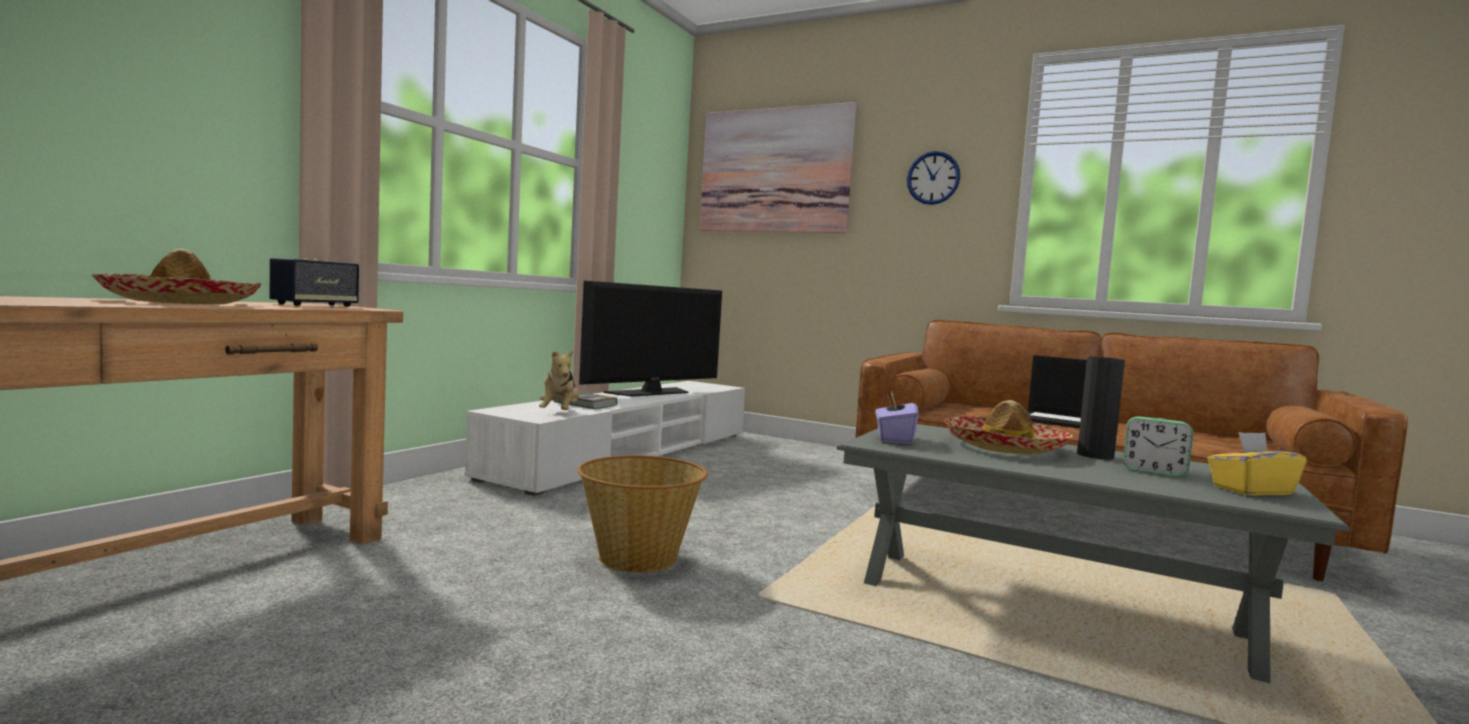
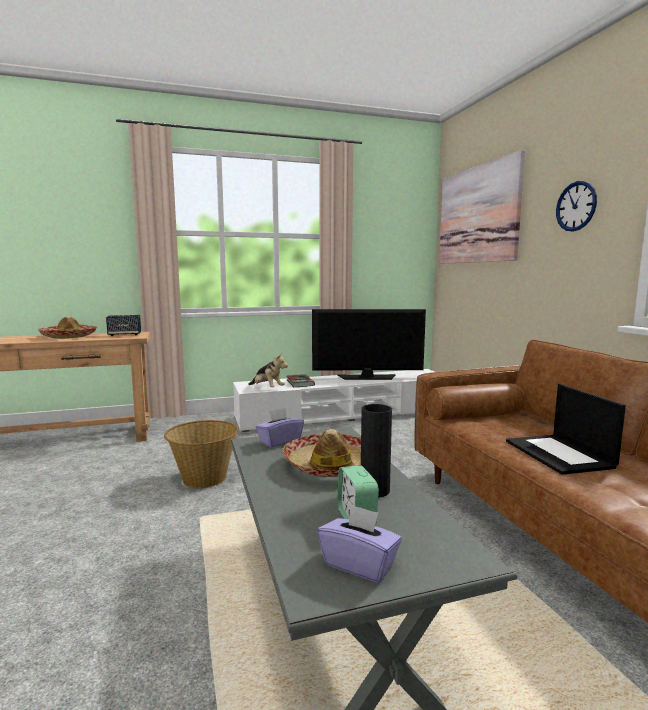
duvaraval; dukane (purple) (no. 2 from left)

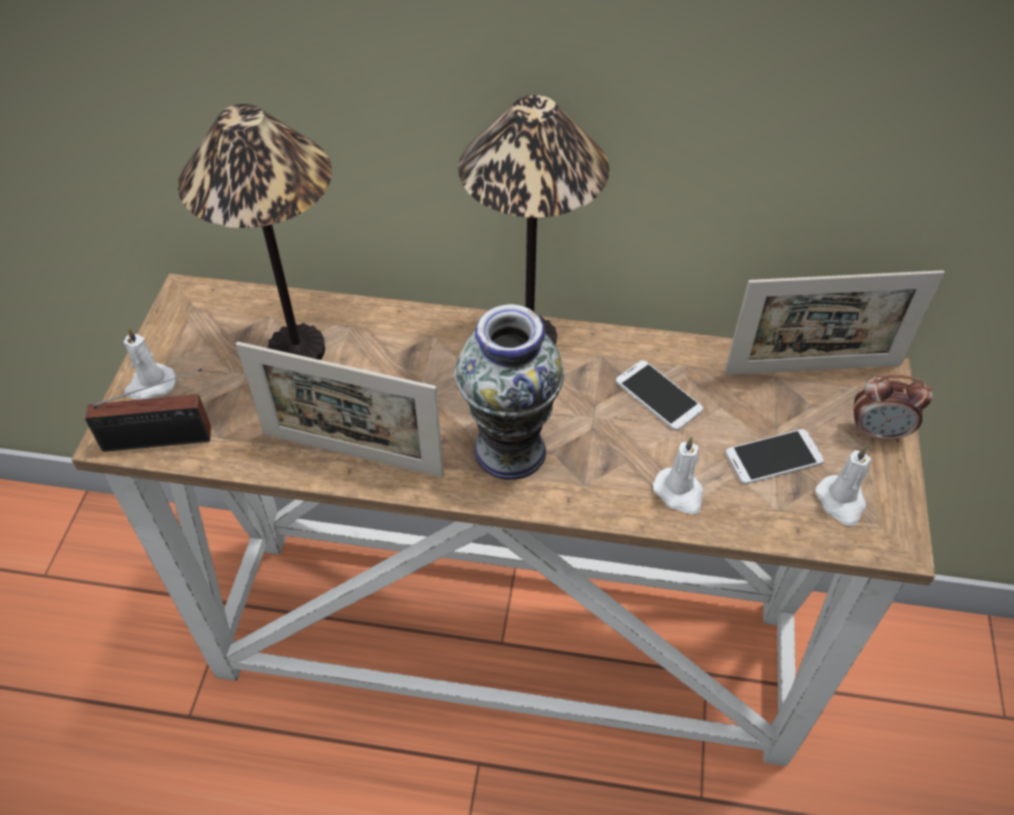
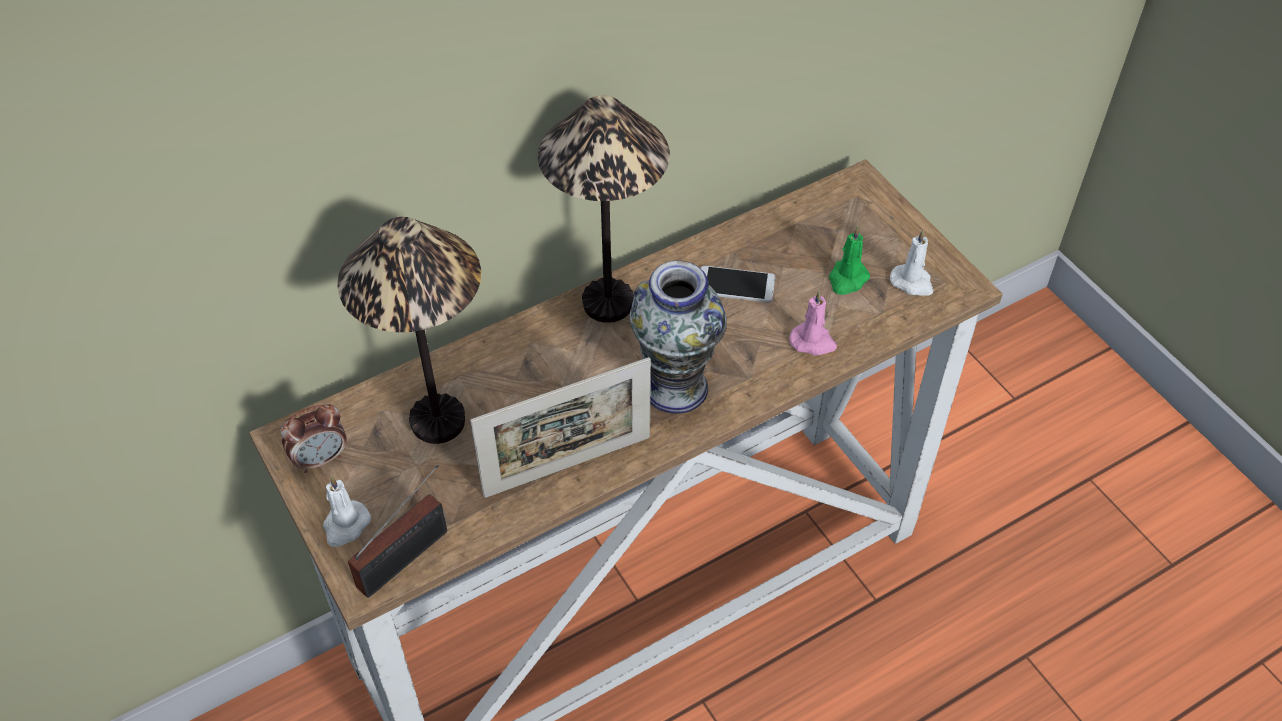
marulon (no. 2 from left in the first image); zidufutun; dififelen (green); dififelen (pink)

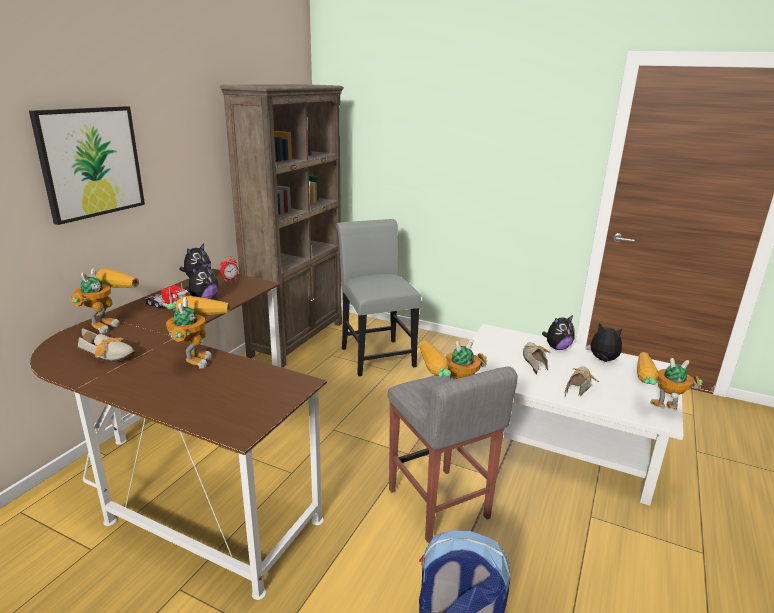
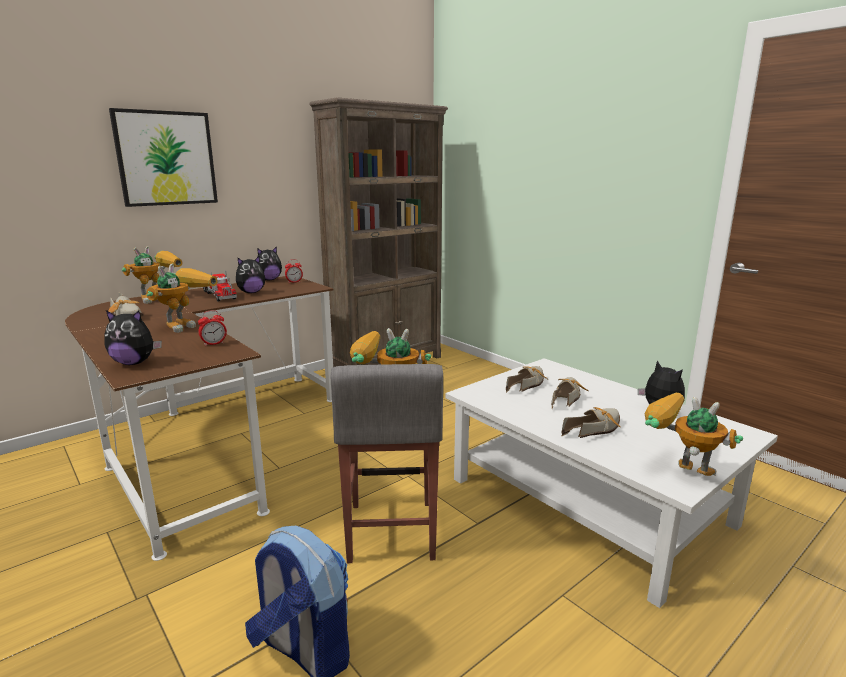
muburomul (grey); duvaraval (no. 1 from left); zidufutun (no. 1 from left); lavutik (no. 2 from left)

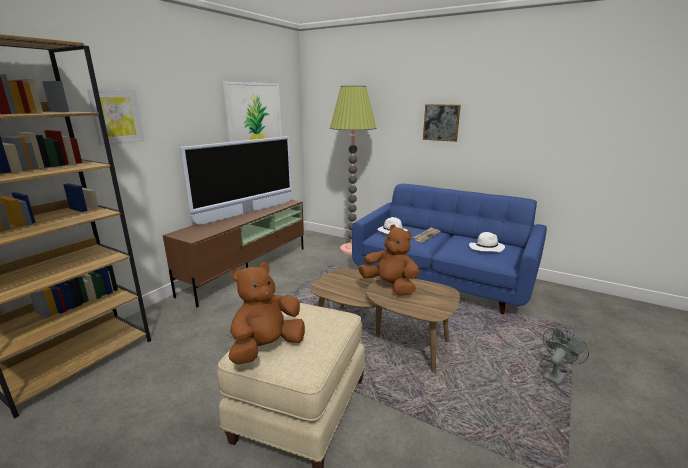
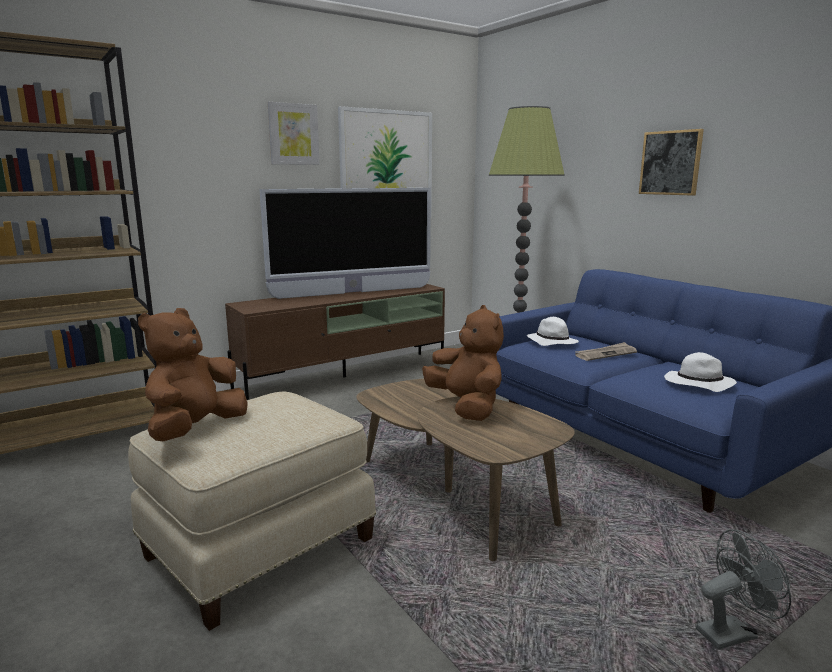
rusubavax (no. 1 from left); duvaraval (brown) (no. 1 from left)

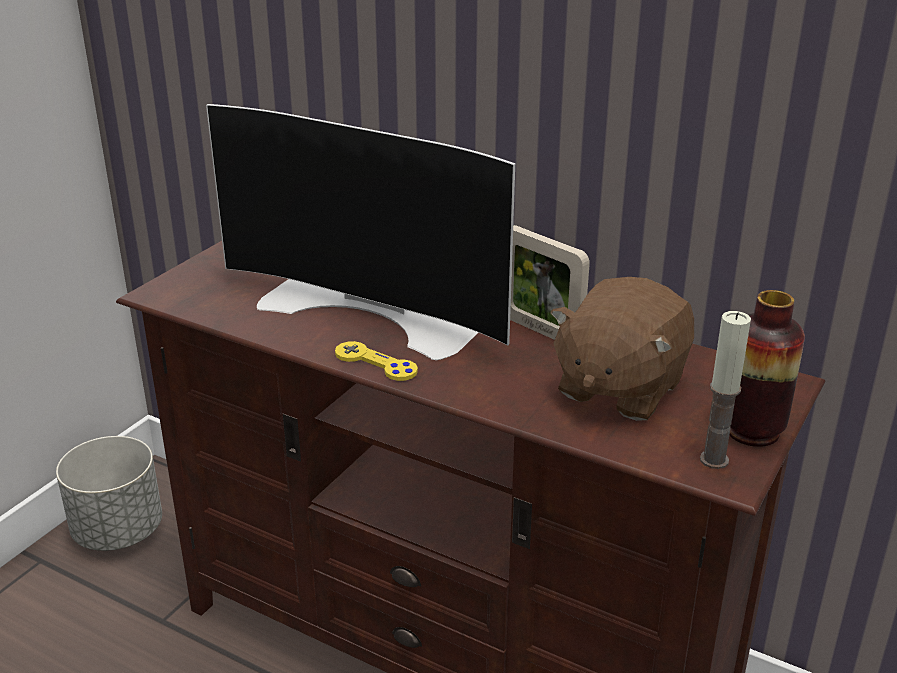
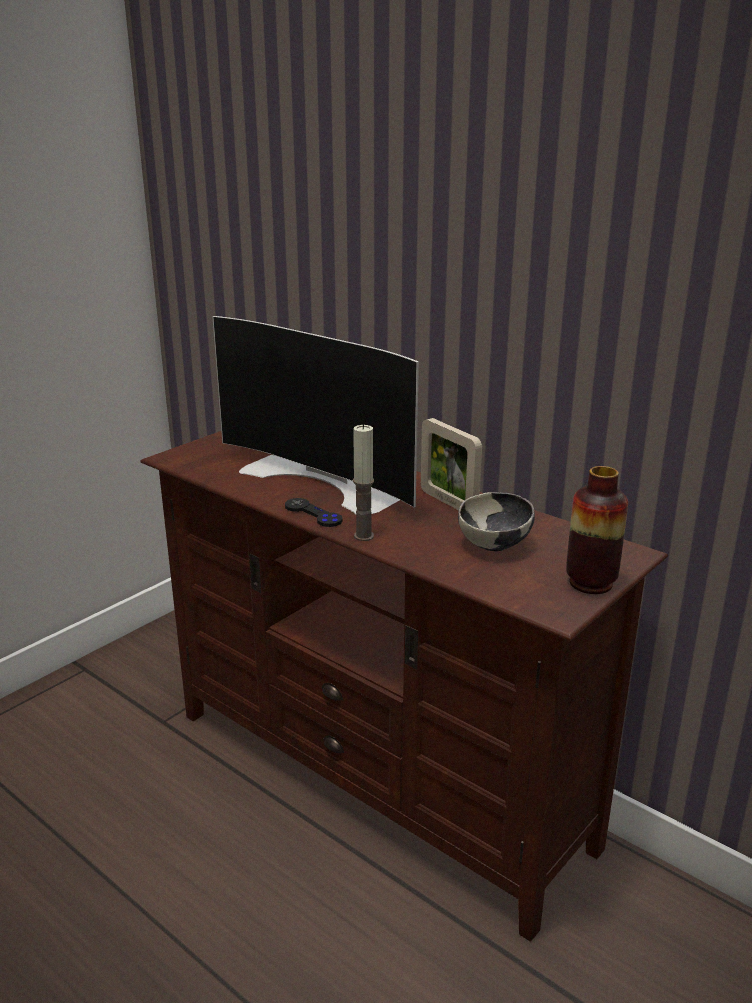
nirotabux; dififelen; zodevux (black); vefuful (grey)

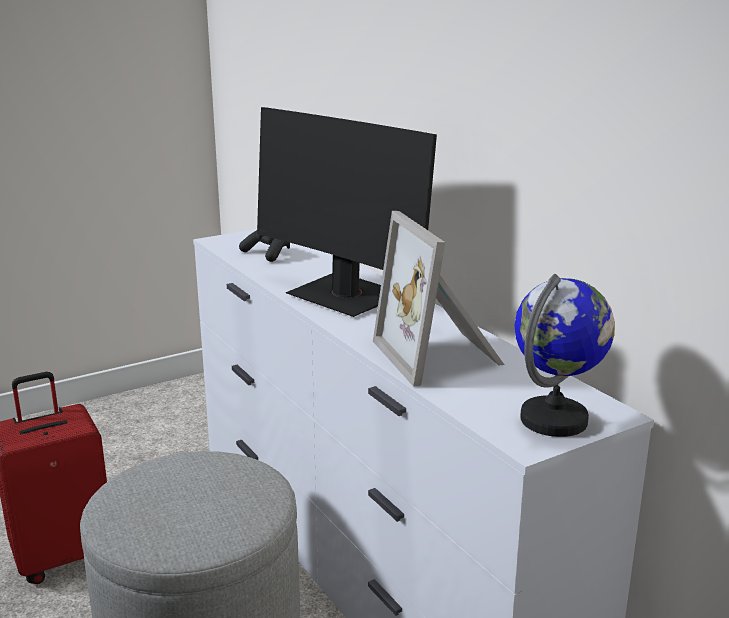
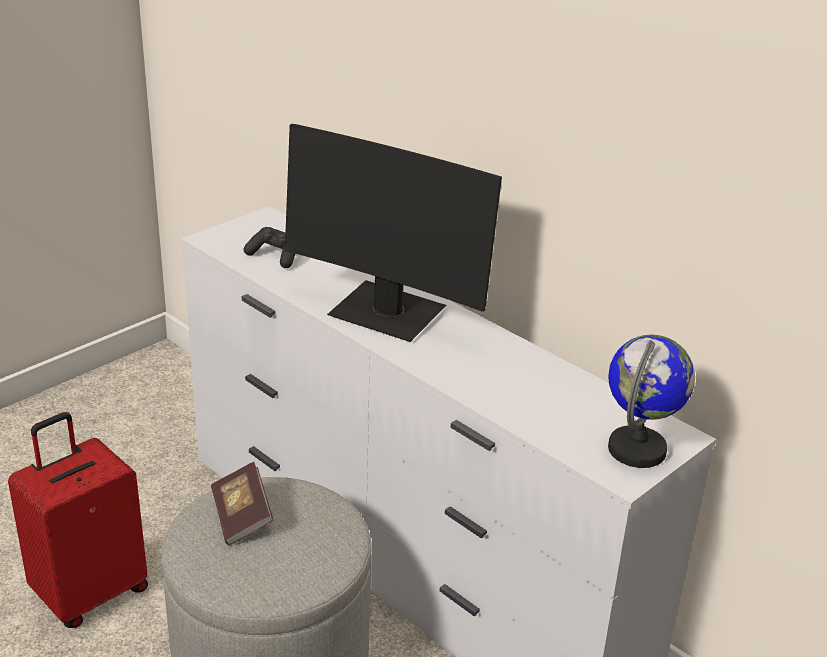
marulon; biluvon

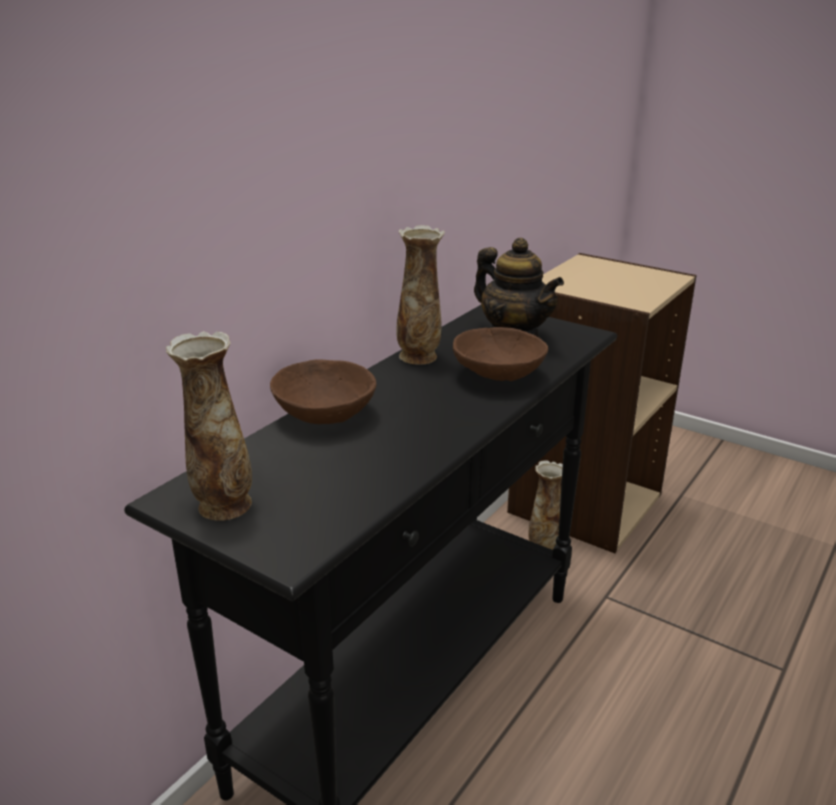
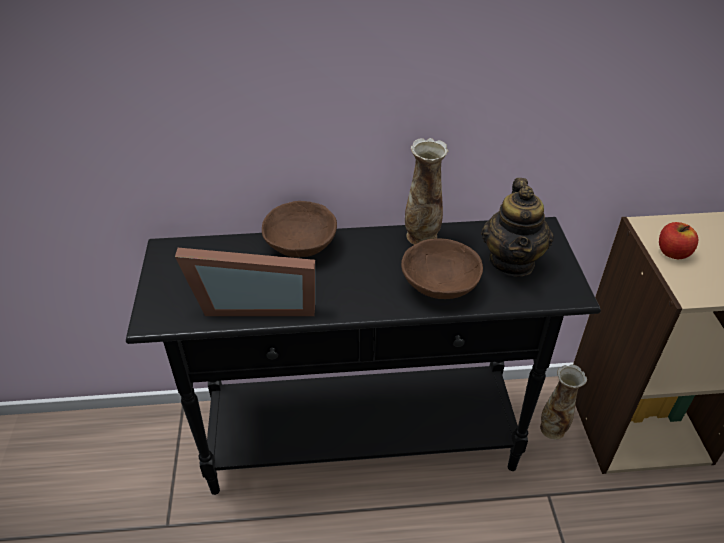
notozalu (no. 1 from left in the first image); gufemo; marulon

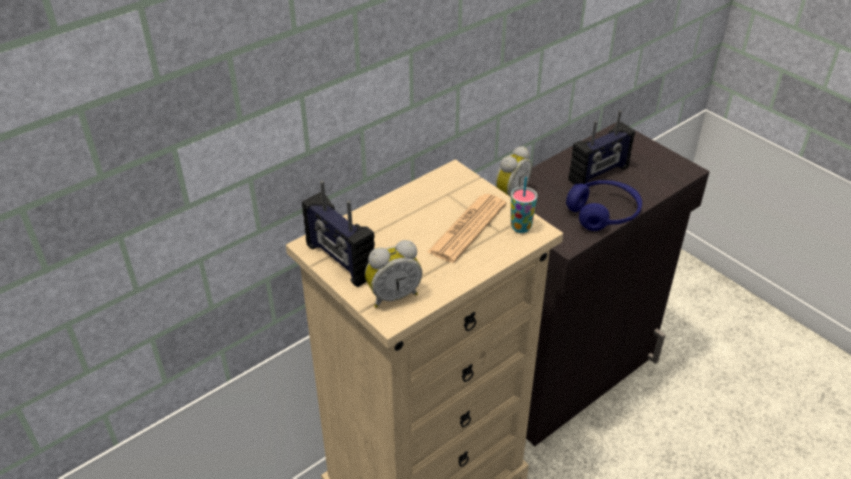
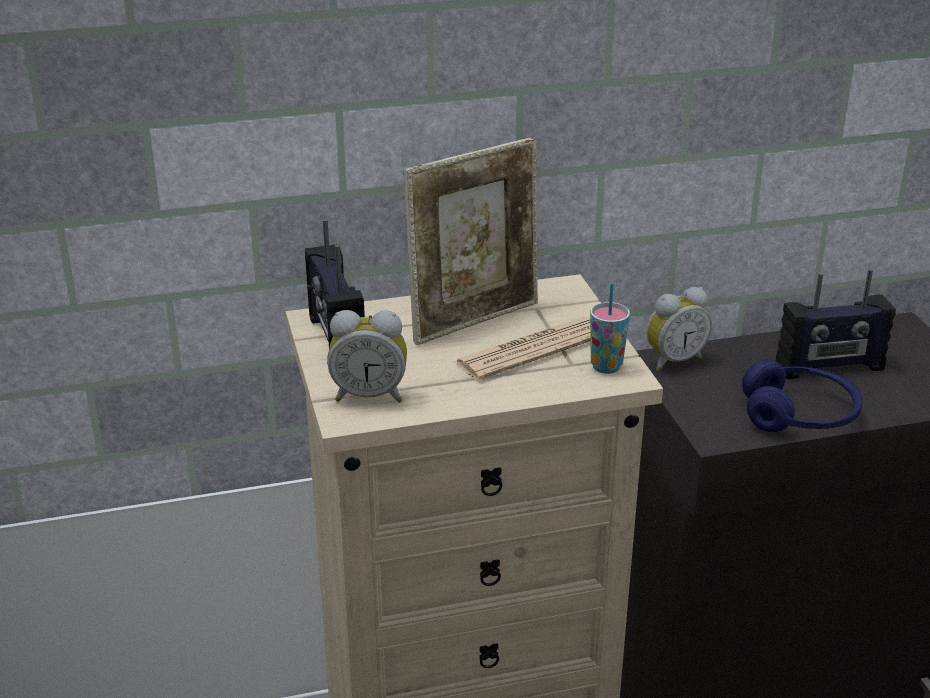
marulon

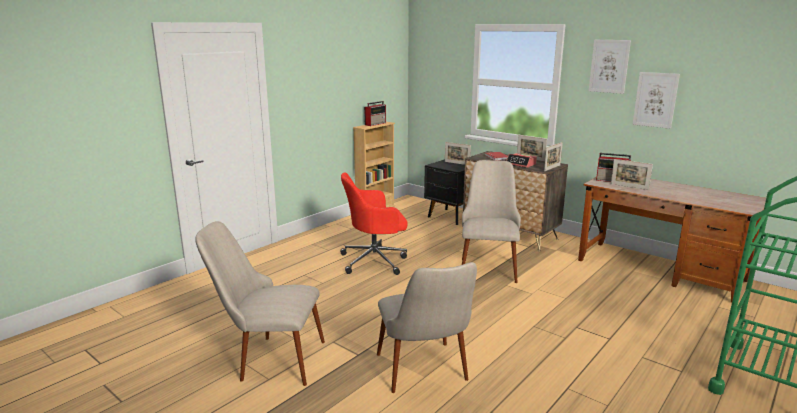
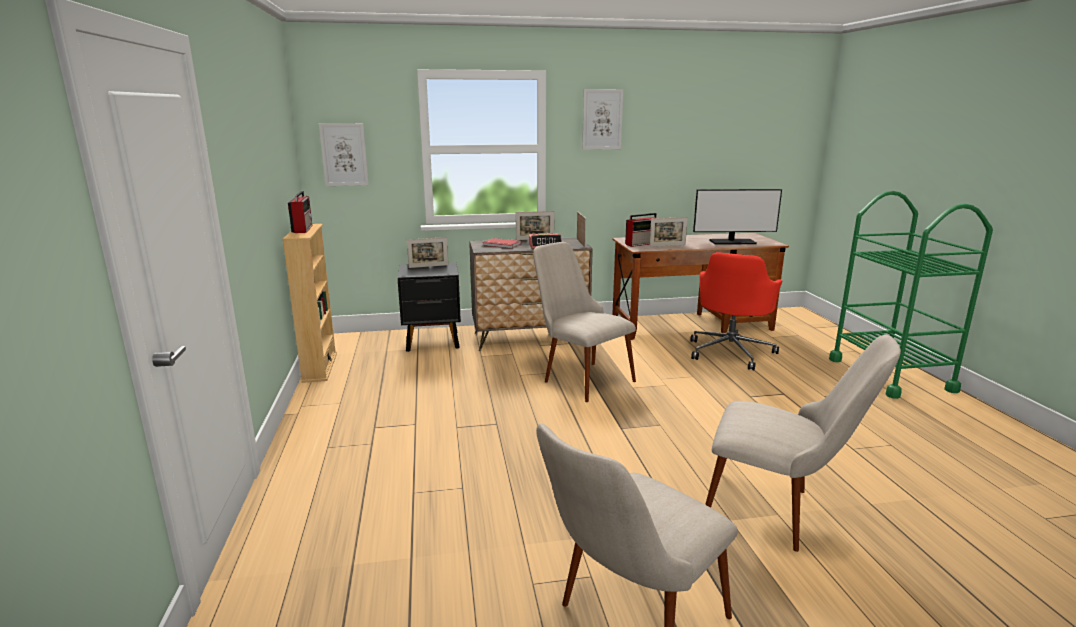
rusubavax (no. 1 from left); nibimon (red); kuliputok

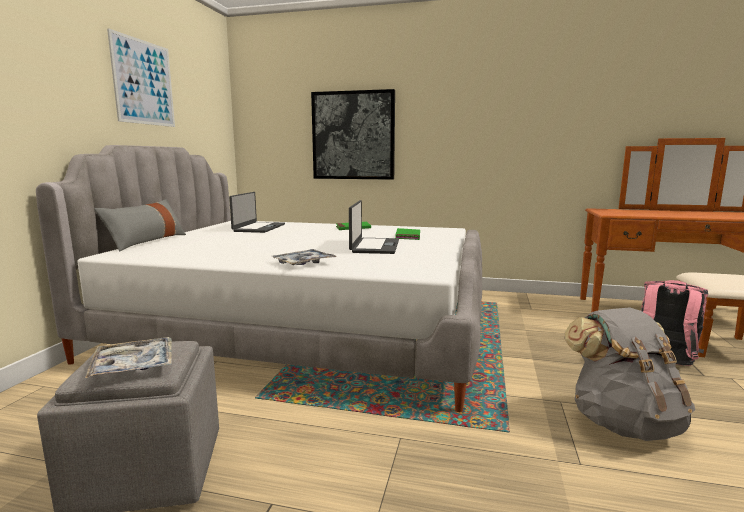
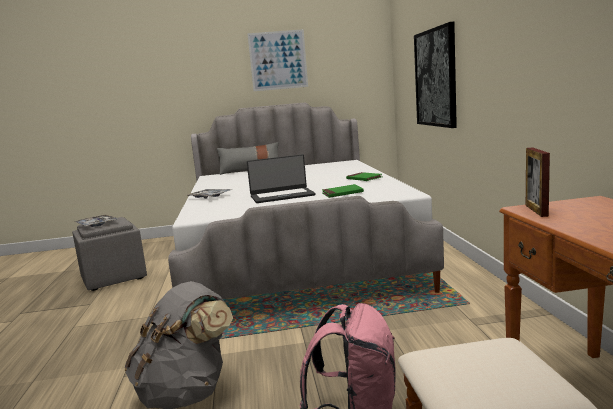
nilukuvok (no. 1 from left in the first image); marulon

